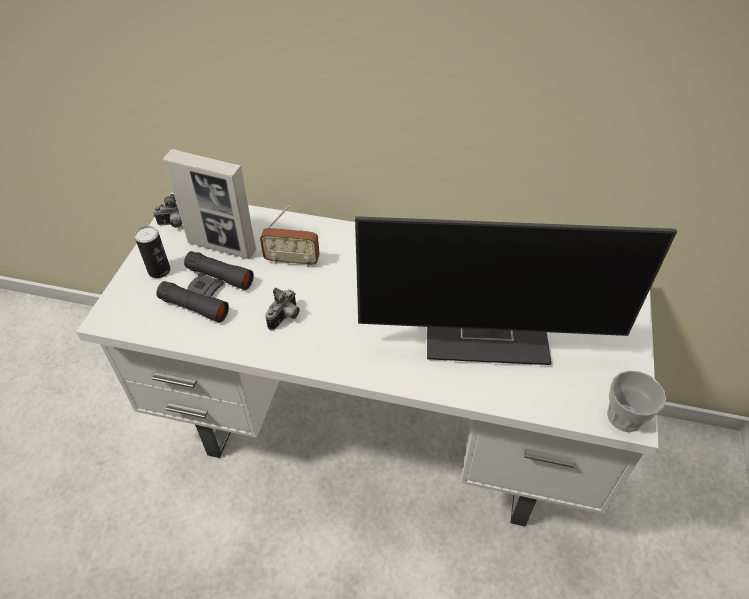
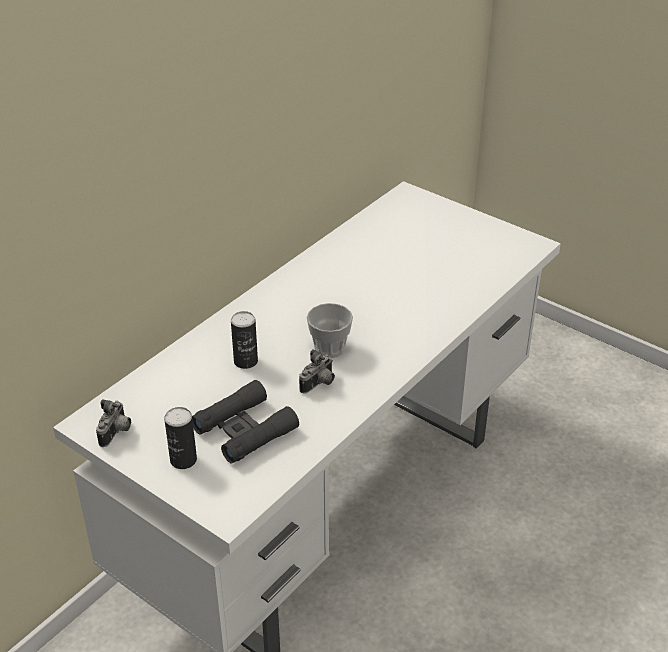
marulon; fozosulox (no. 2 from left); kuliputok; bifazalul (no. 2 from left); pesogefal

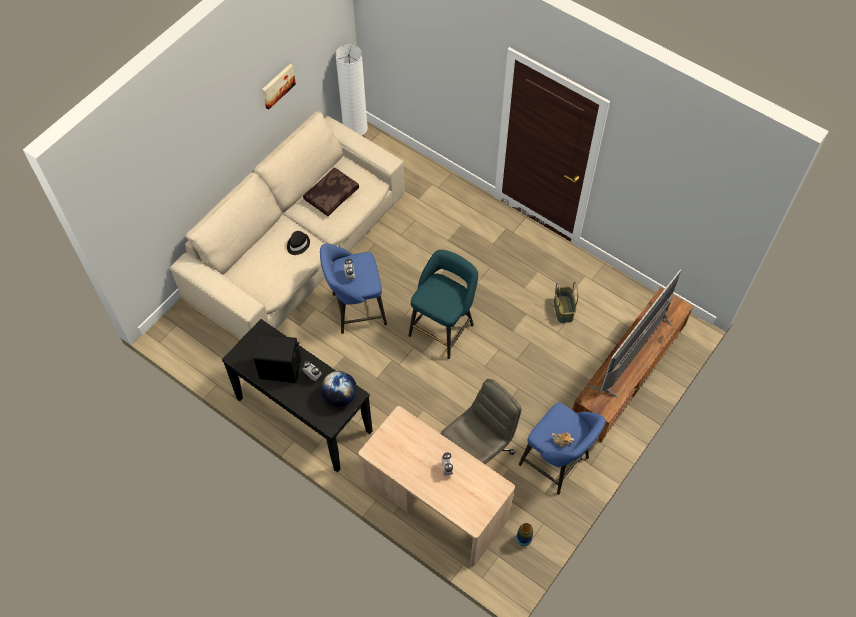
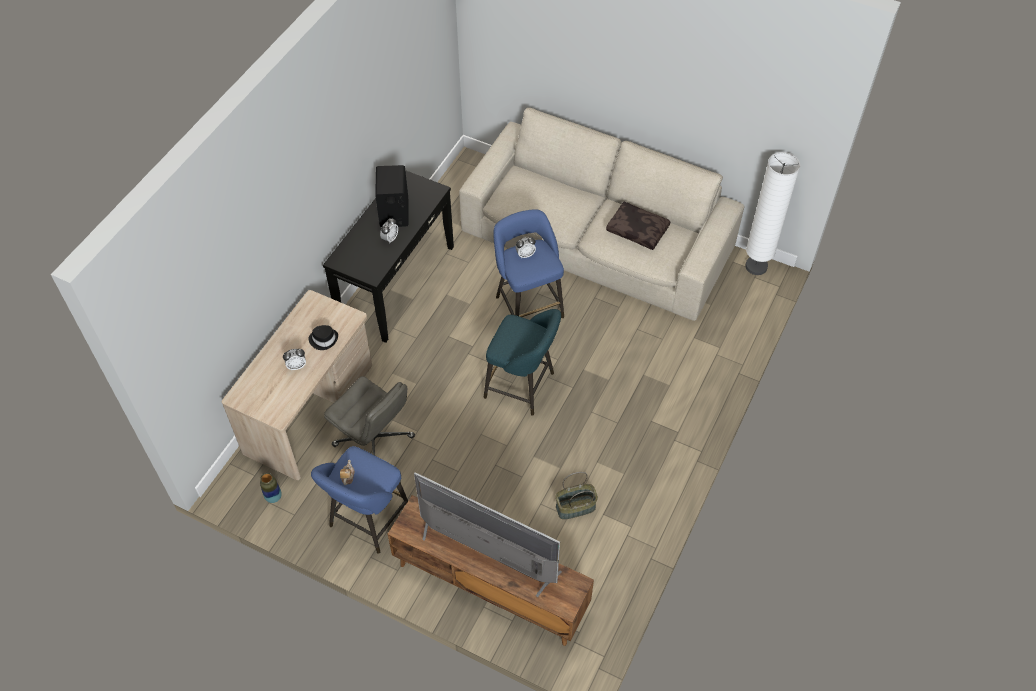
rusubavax; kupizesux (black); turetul

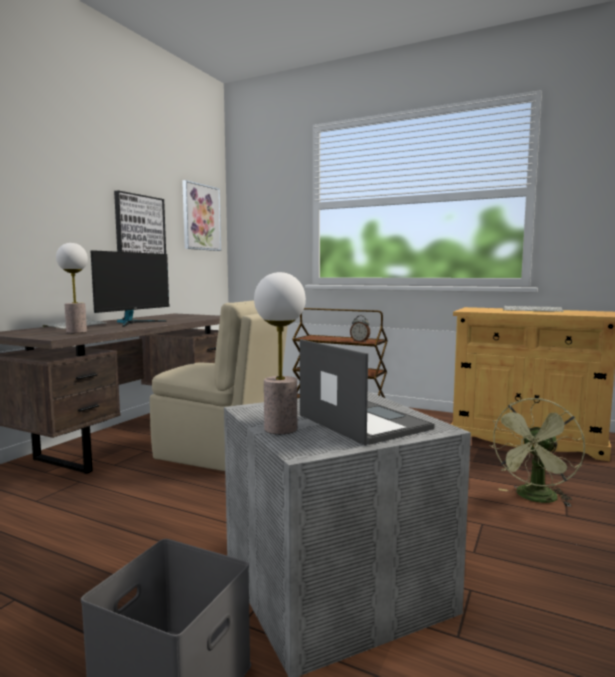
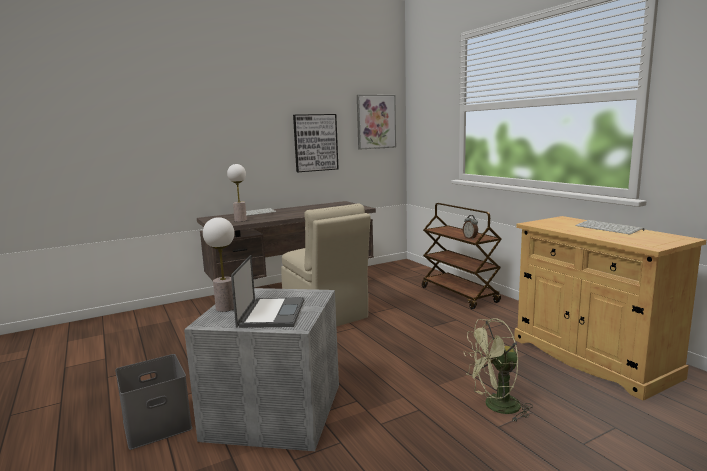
kuliputok

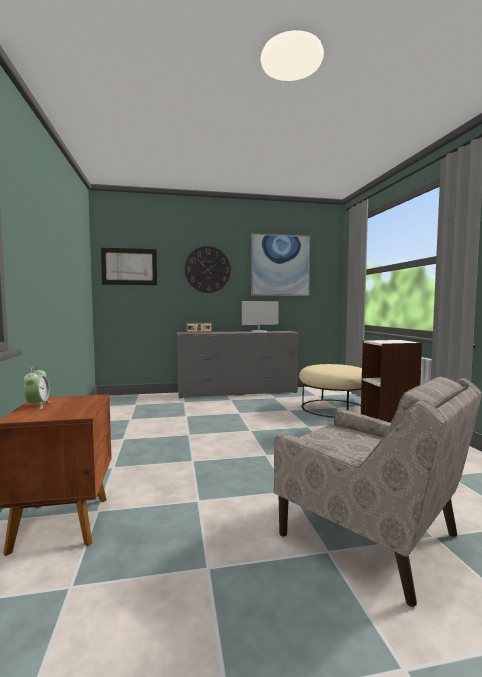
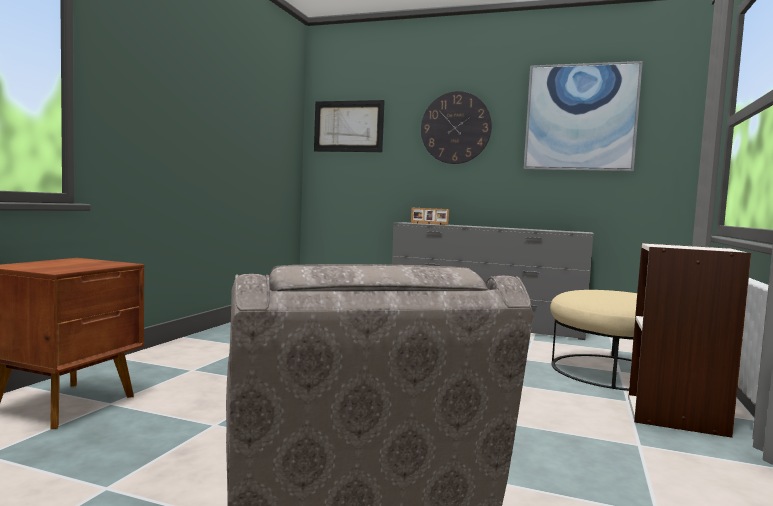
kuliputok; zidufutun

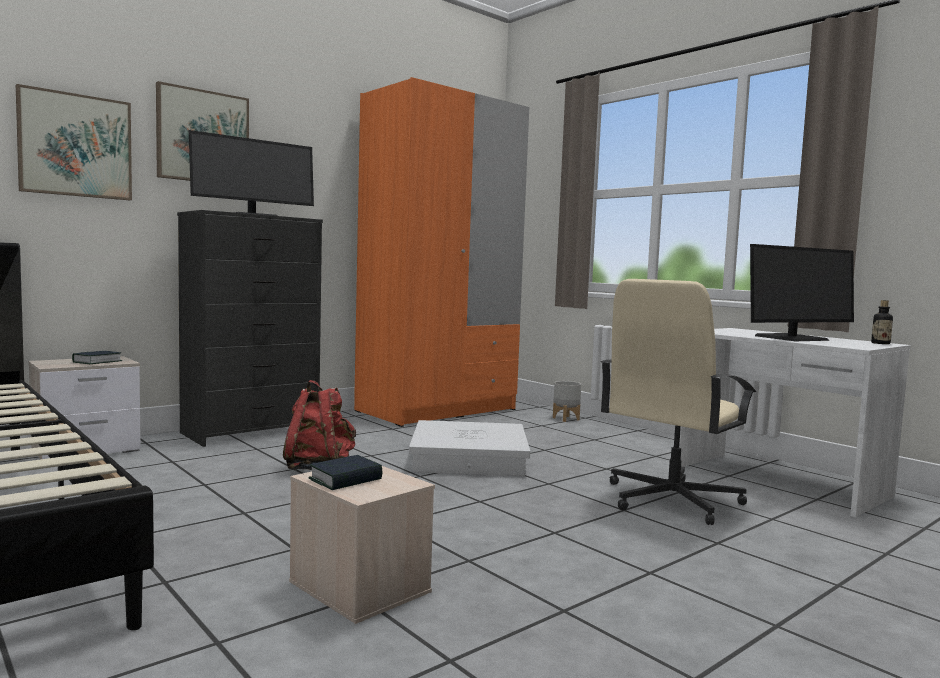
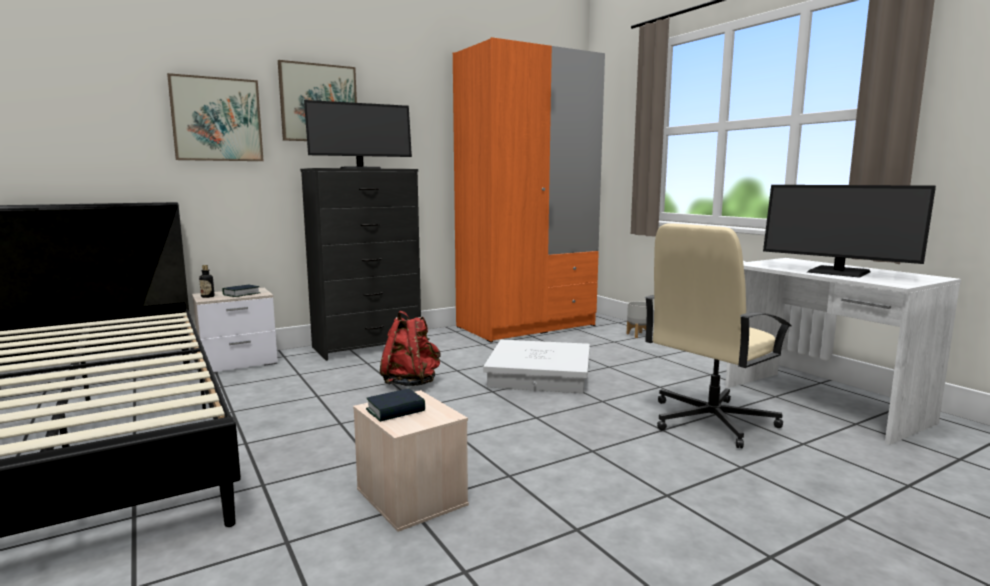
kuliputok (no. 2 from left); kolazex

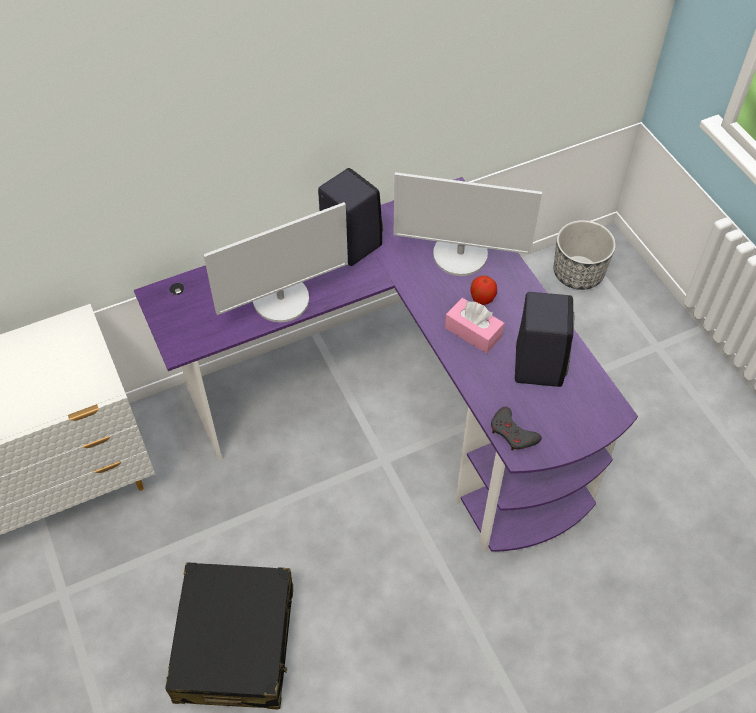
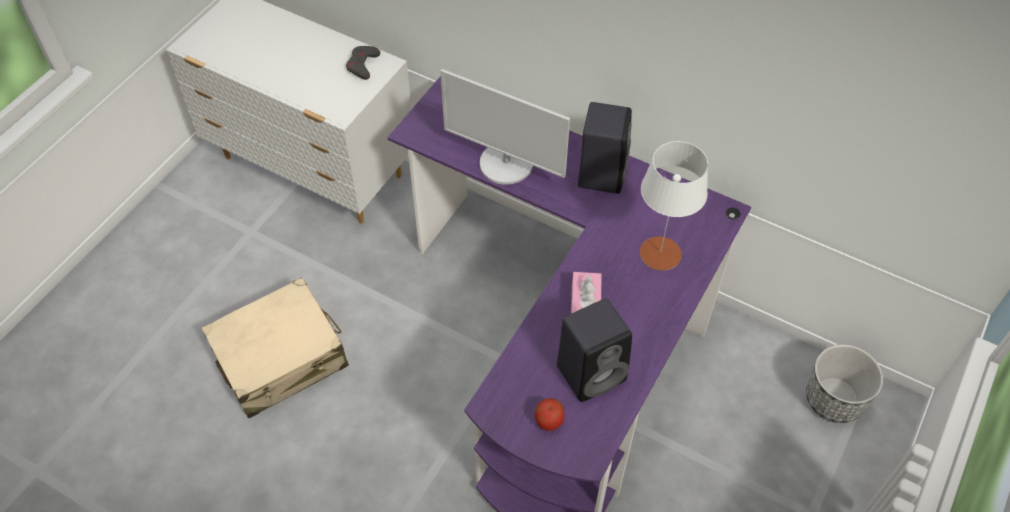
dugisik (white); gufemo; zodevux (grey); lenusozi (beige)

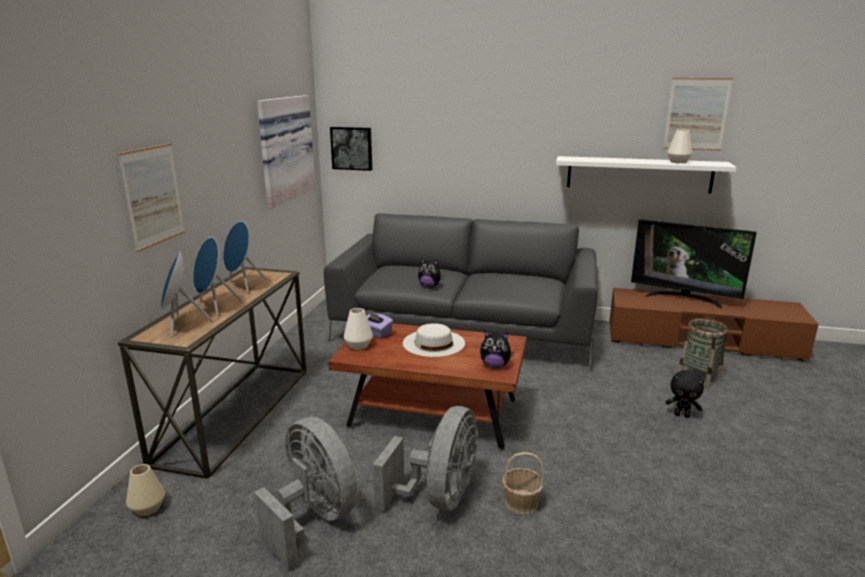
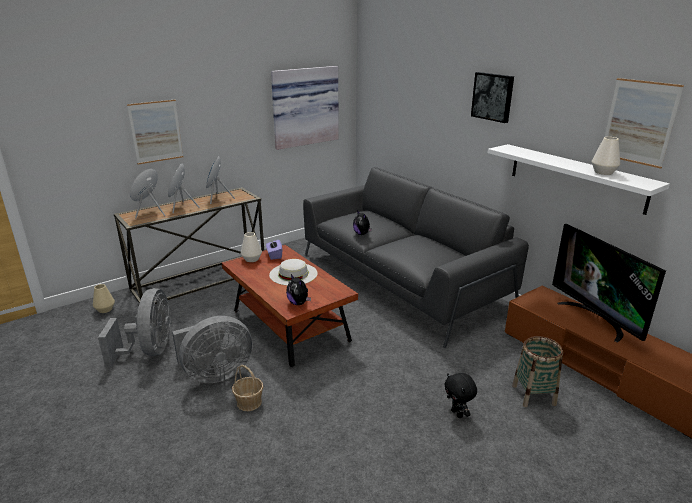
rusubavax (no. 3 from left)

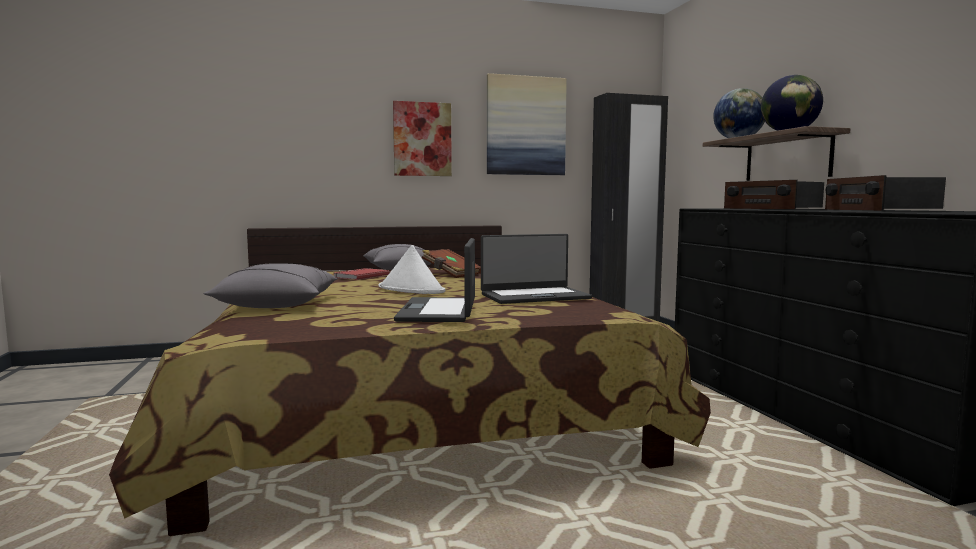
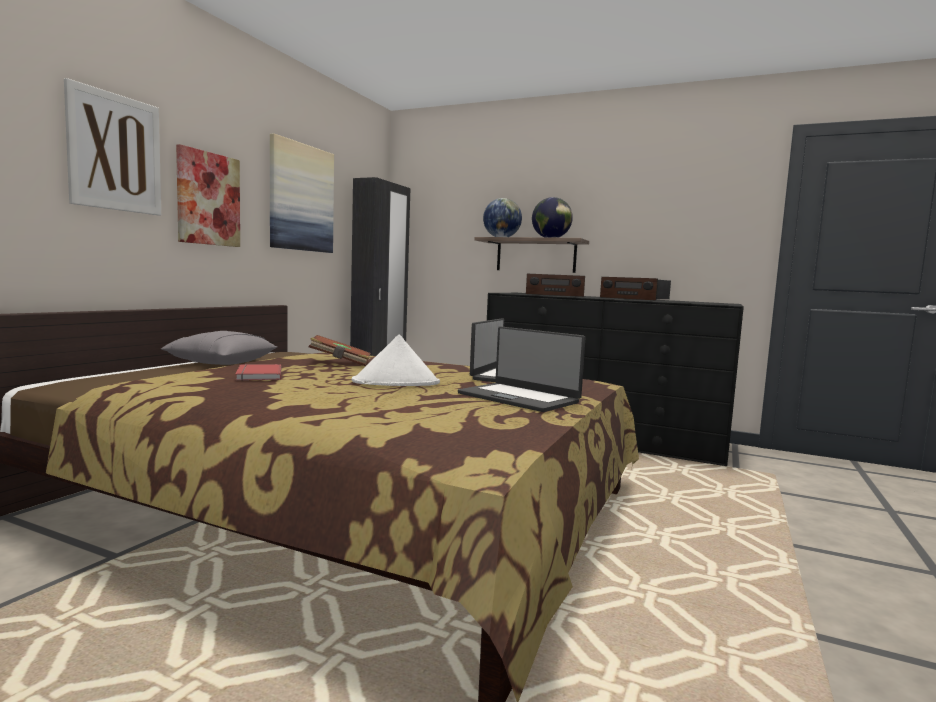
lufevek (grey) (no. 1 from left in the first image); rusubavax (no. 1 from left)

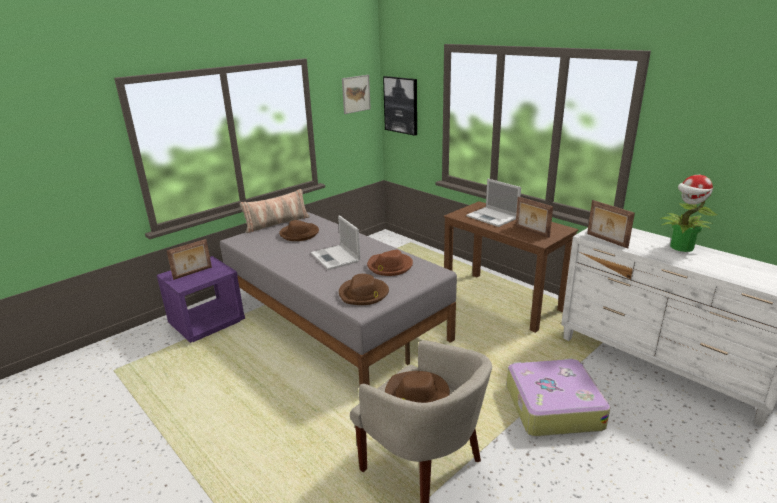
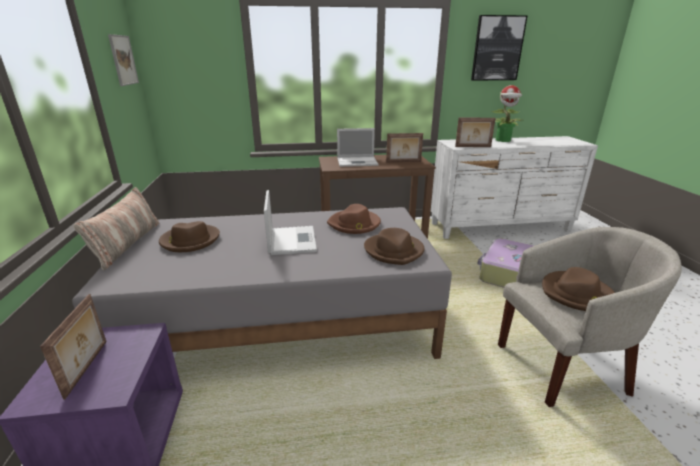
rusubavax (no. 2 from left); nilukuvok (no. 1 from left)

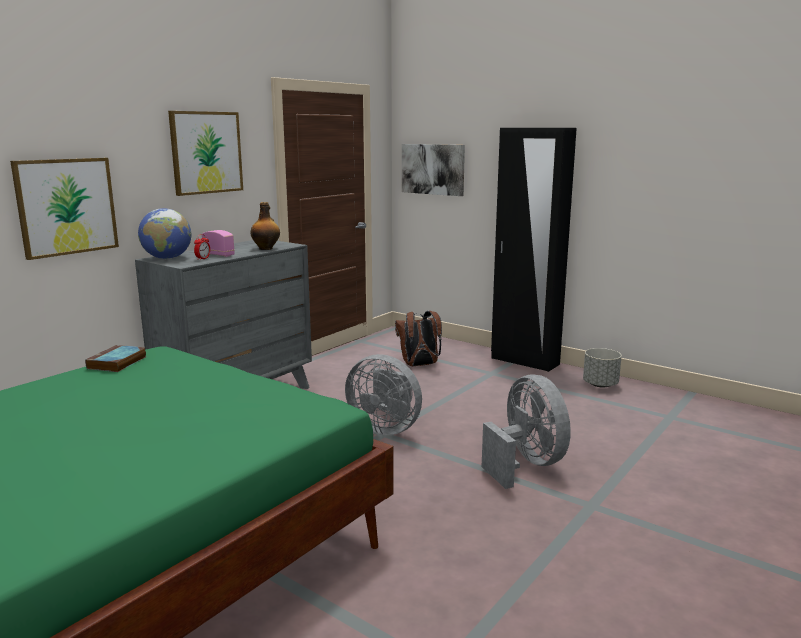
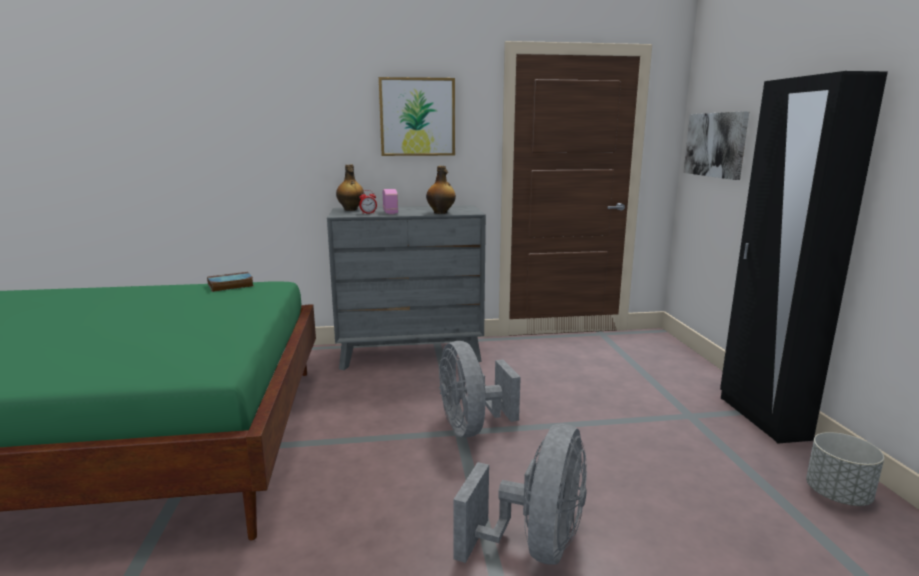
rusubavax (no. 1 from left in the first image); kolazex (no. 1 from left); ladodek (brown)

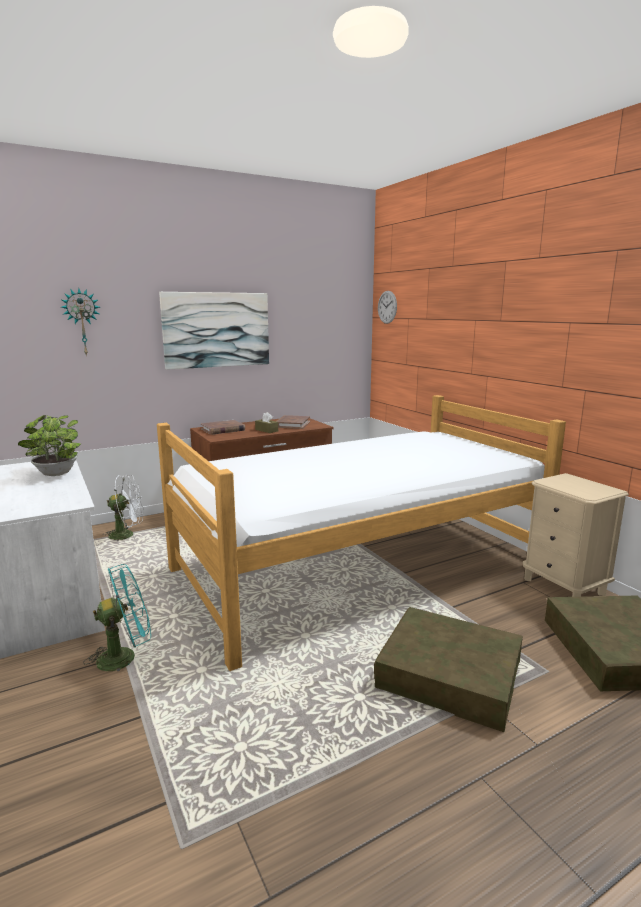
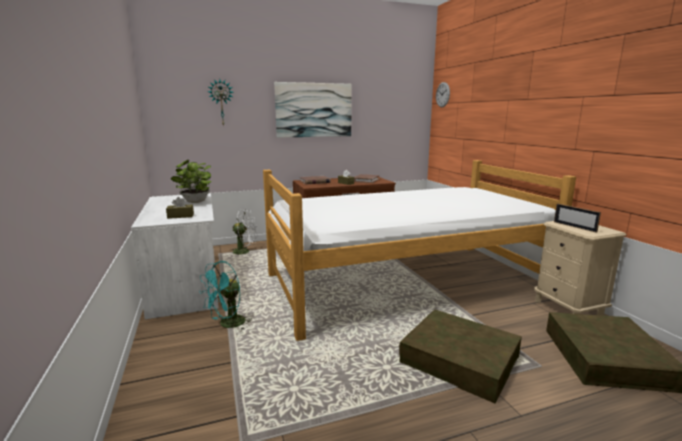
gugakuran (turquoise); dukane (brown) (no. 1 from left); marulon

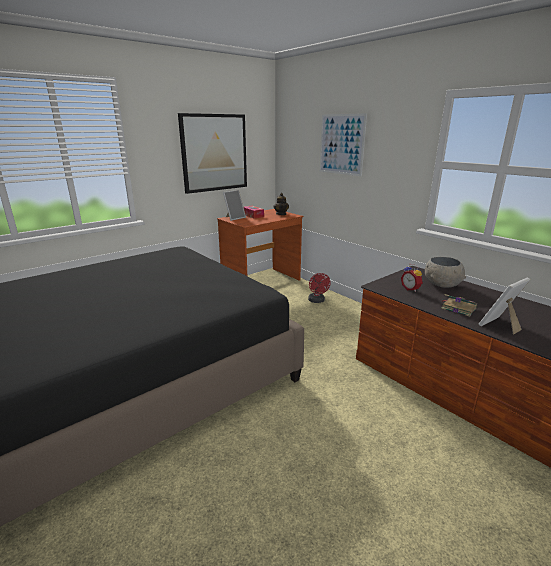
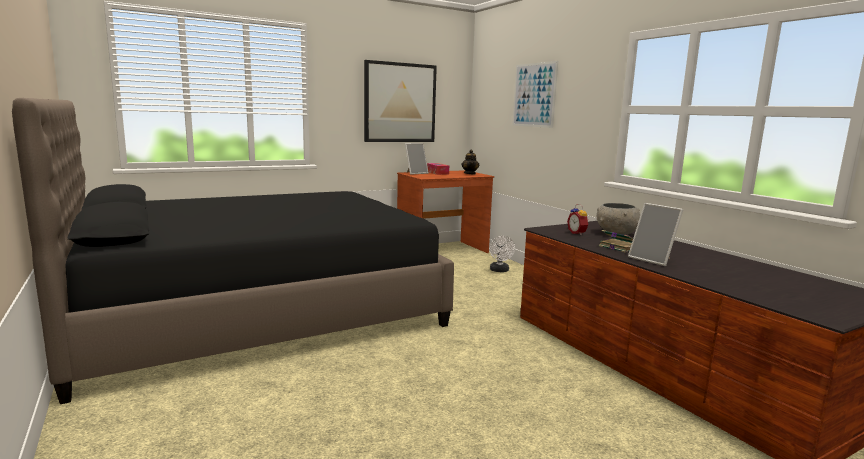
gugakuran (white); marulon (no. 2 from left)

